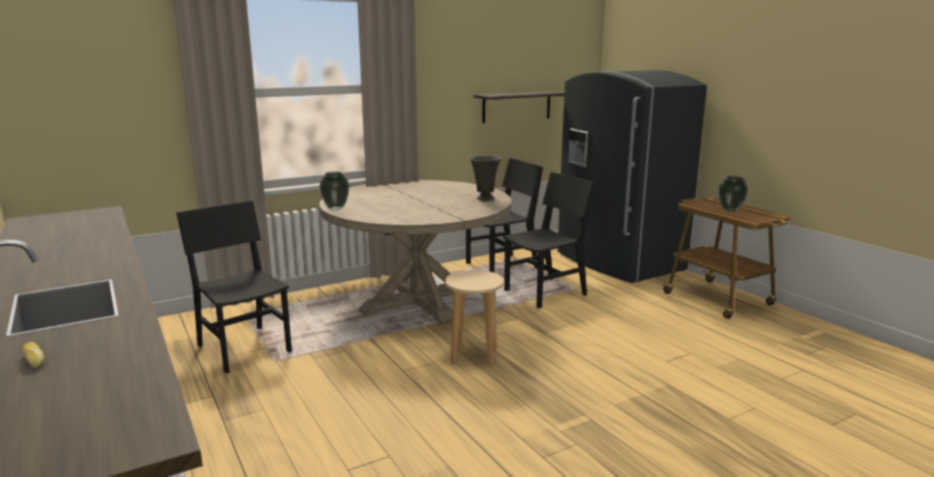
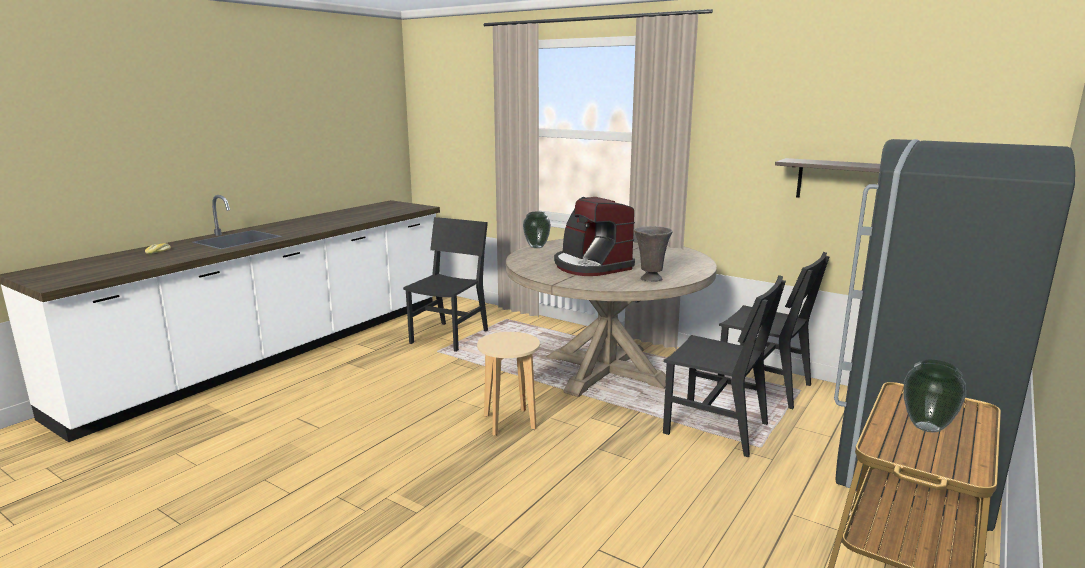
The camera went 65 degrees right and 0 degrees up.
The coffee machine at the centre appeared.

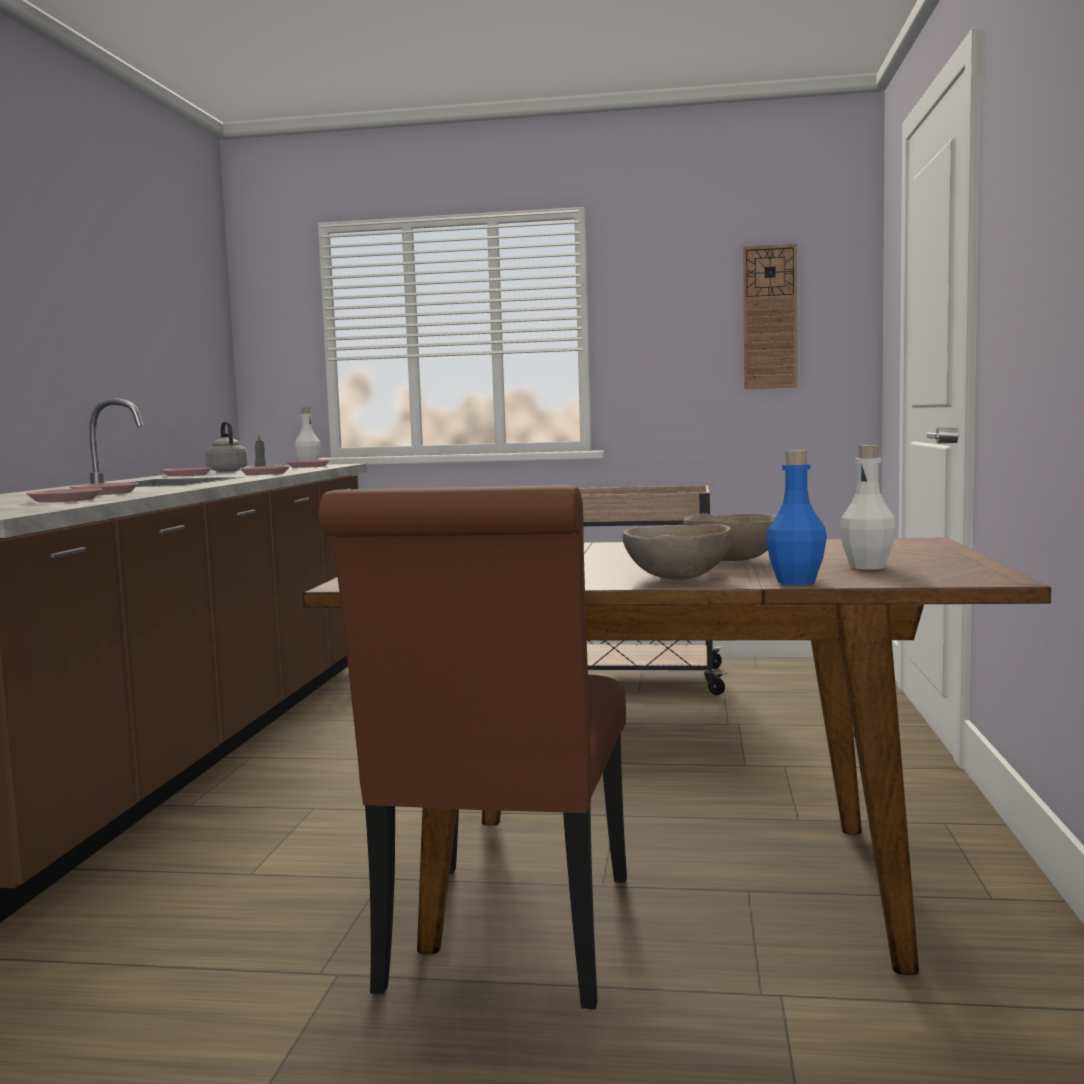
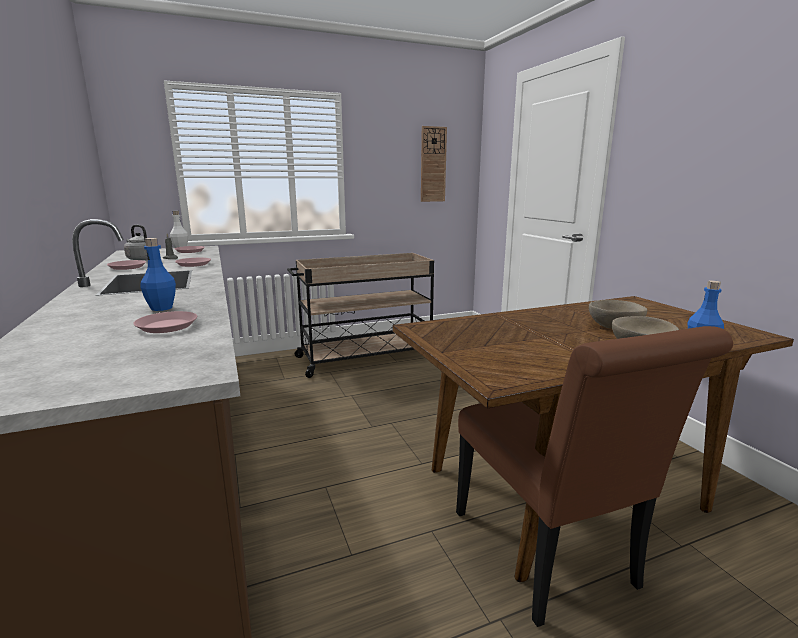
The camera went 30 degrees left and 10 degrees up.
The plate in pink (no. 2 from left) at the middle left was replaced by the bottle in blue (no. 1 from left) at the middle left.
The bottle in white (no. 2 from left) at the middle right disappeared.

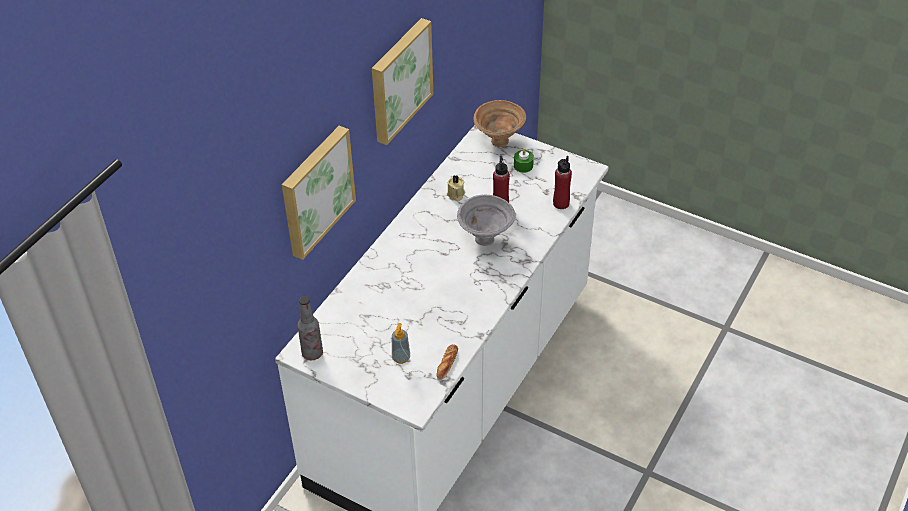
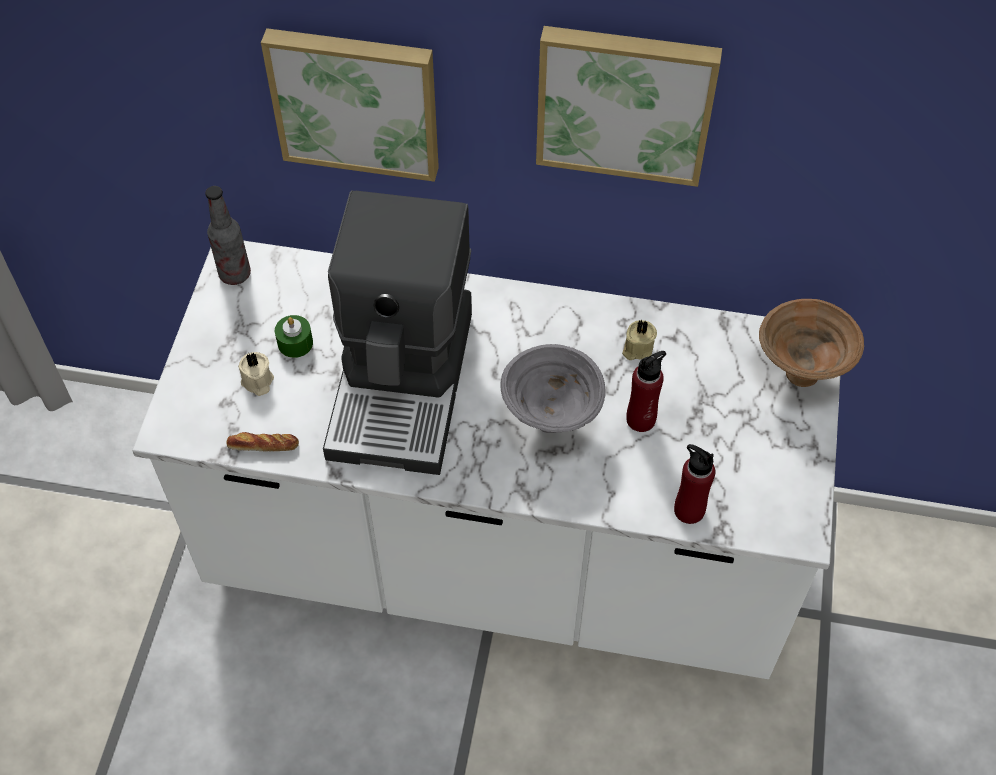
The camera went 70 degrees right and 10 degrees up.
The soap dispenser at the bottom centre was replaced by the candle in beige (no. 1 from left) at the middle left.
The candle in green moved from the top centre to the middle left.
The coffee machine at the centre appeared.

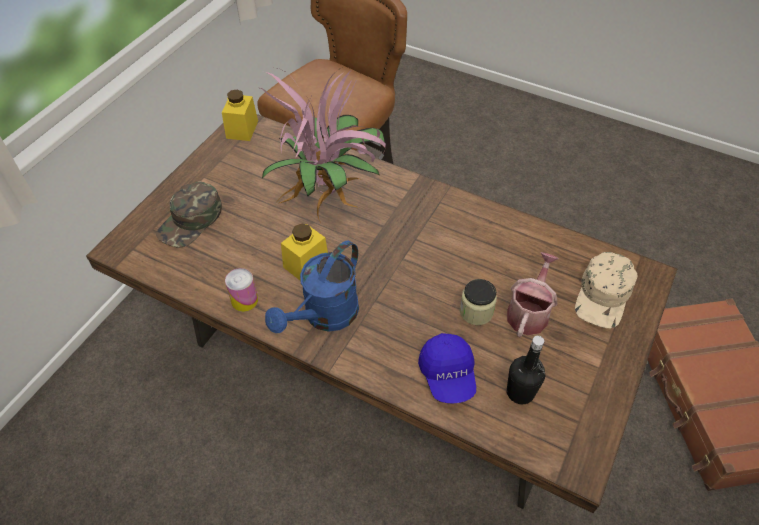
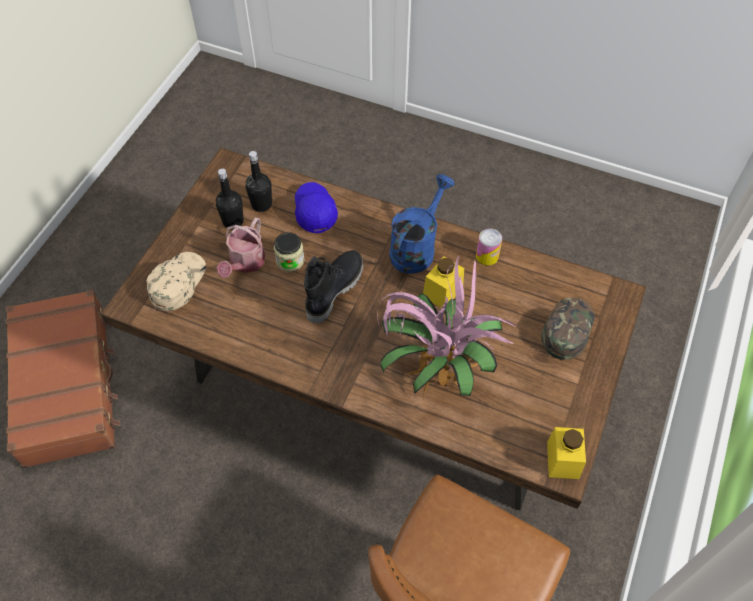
The camera went 175 degrees right and 5 degrees up.
The bottle in black (no. 1 from left) at the top left appeared.
The boot in black at the centre appeared.

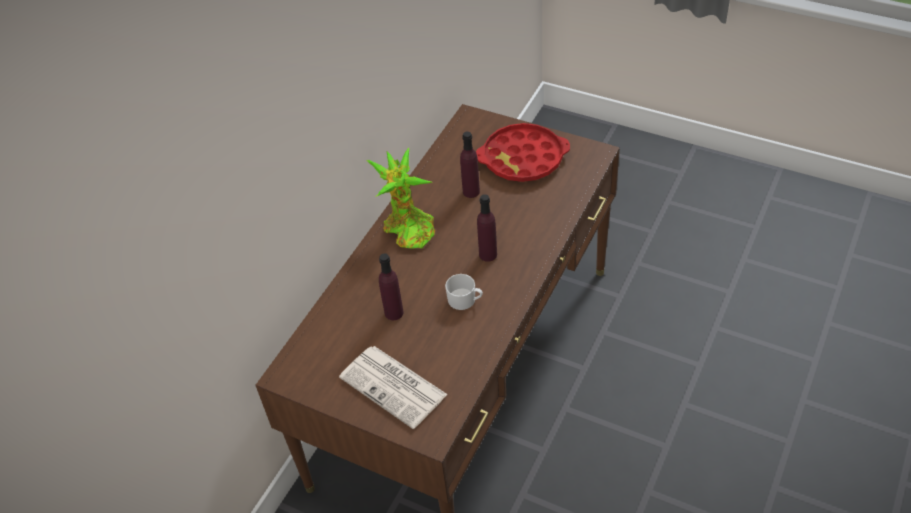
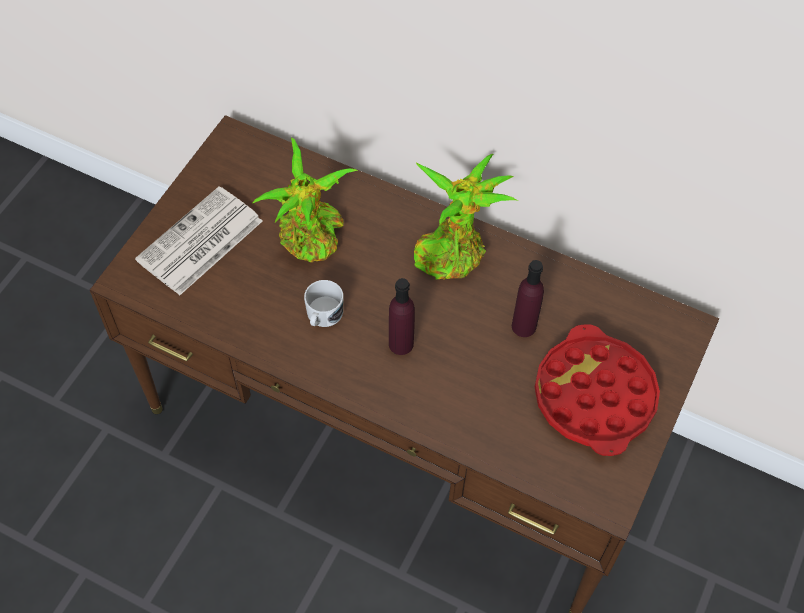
The camera went 85 degrees right and 10 degrees up.
The bottle in purple (no. 1 from left) at the centre was replaced by the potted plant (no. 1 from left) at the top centre.

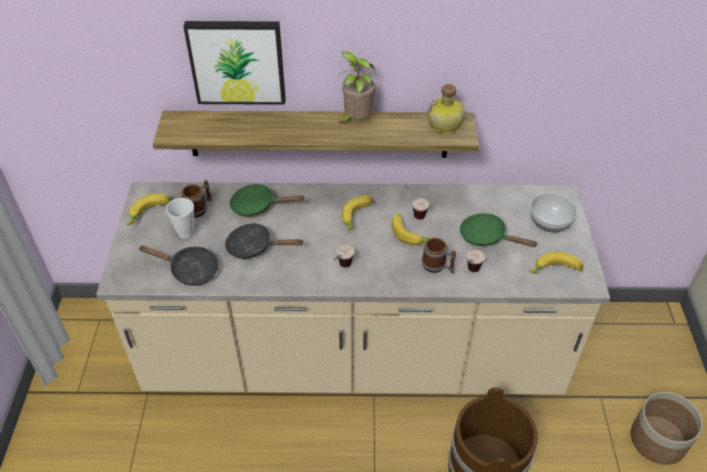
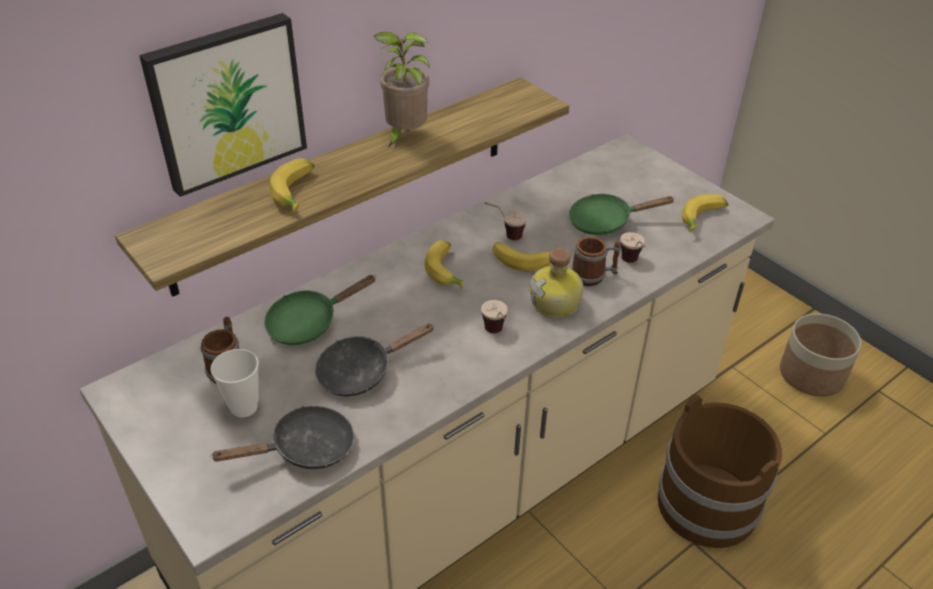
The camera went 40 degrees left and 5 degrees down.
The banana (no. 1 from left) moved from the middle left to the top left.
The bottle moved from the top centre to the centre.
The bowl at the middle right disappeared.

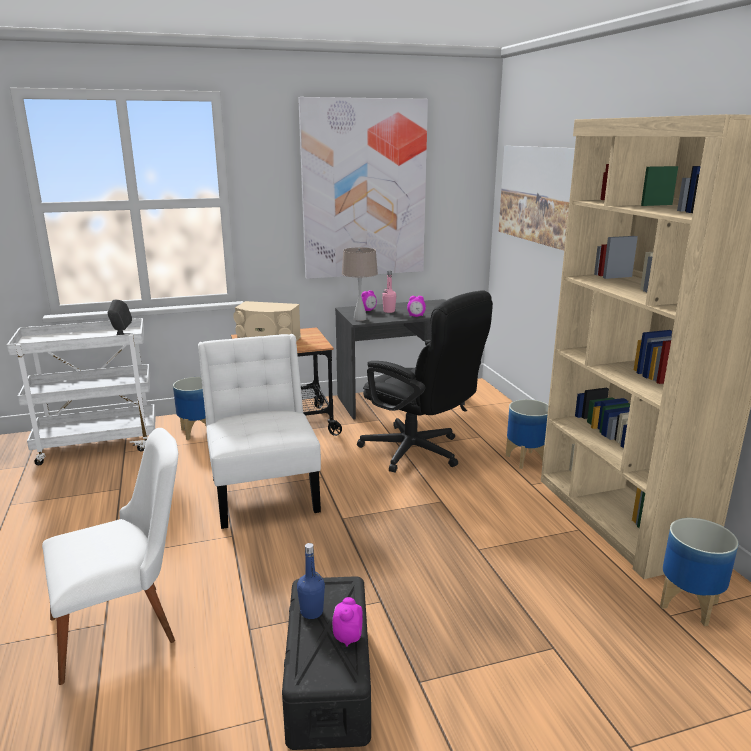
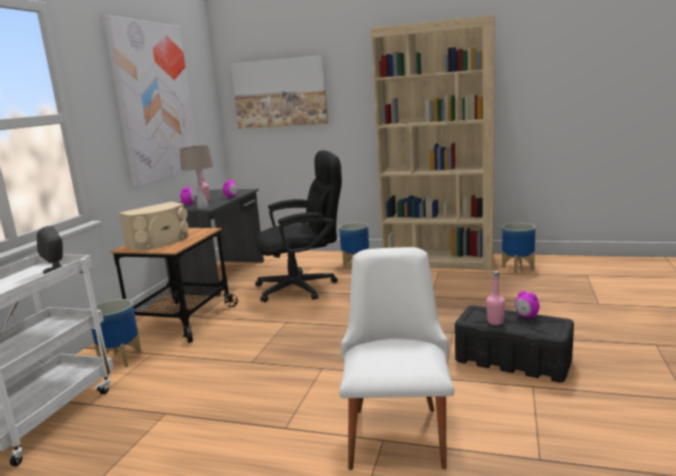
The camera went 55 degrees left and 5 degrees down.
The bottle in blue at the bottom centre became the bottle in pink (no. 2 from left) at the middle right.
The chair in white (no. 2 from left) at the centre disappeared.

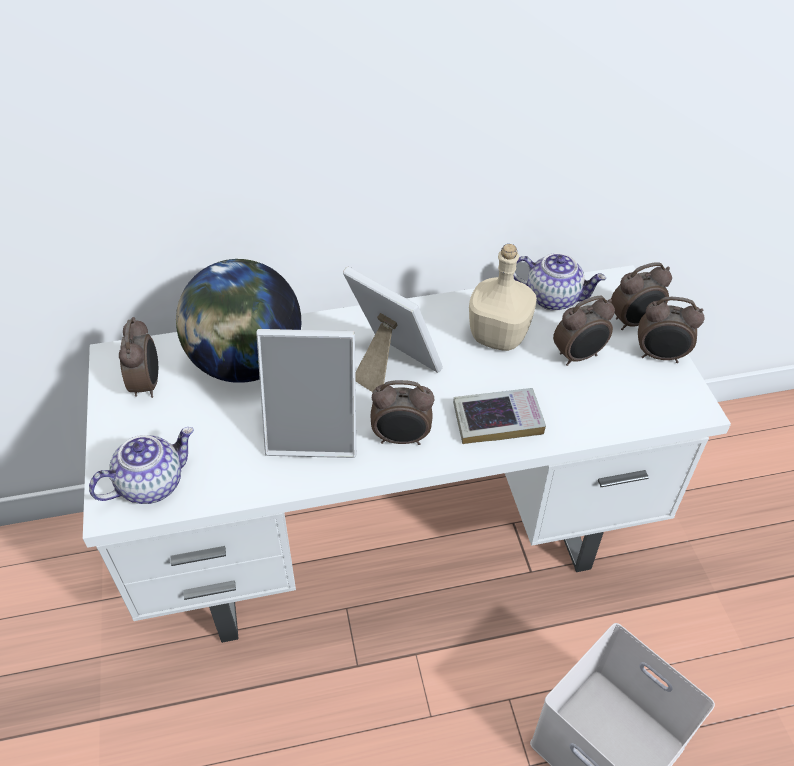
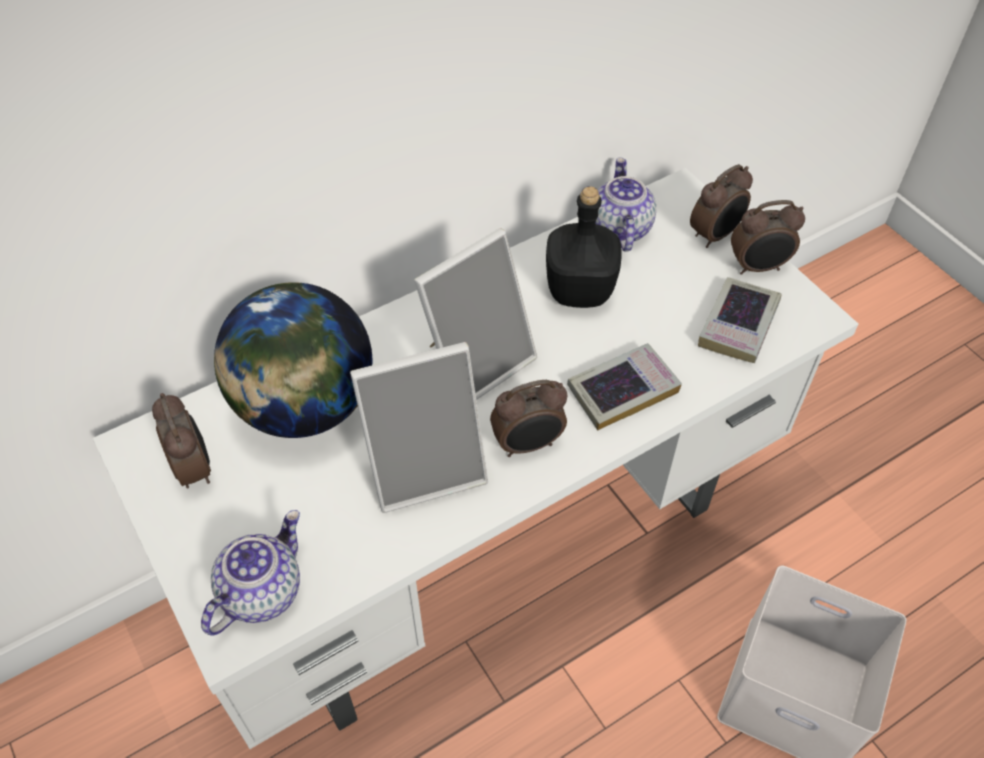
The camera went 20 degrees left and 5 degrees up.
The picture frame (no. 2 from left) at the centre turned 120 degrees clockwise.
The bottle in beige at the centre became the bottle in black at the top centre.
The teapot (no. 2 from left) at the middle right turned 90 degrees counterclockwise.
The book (no. 2 from left) at the middle right appeared.
The alarm clock (no. 3 from left) at the middle right disappeared.

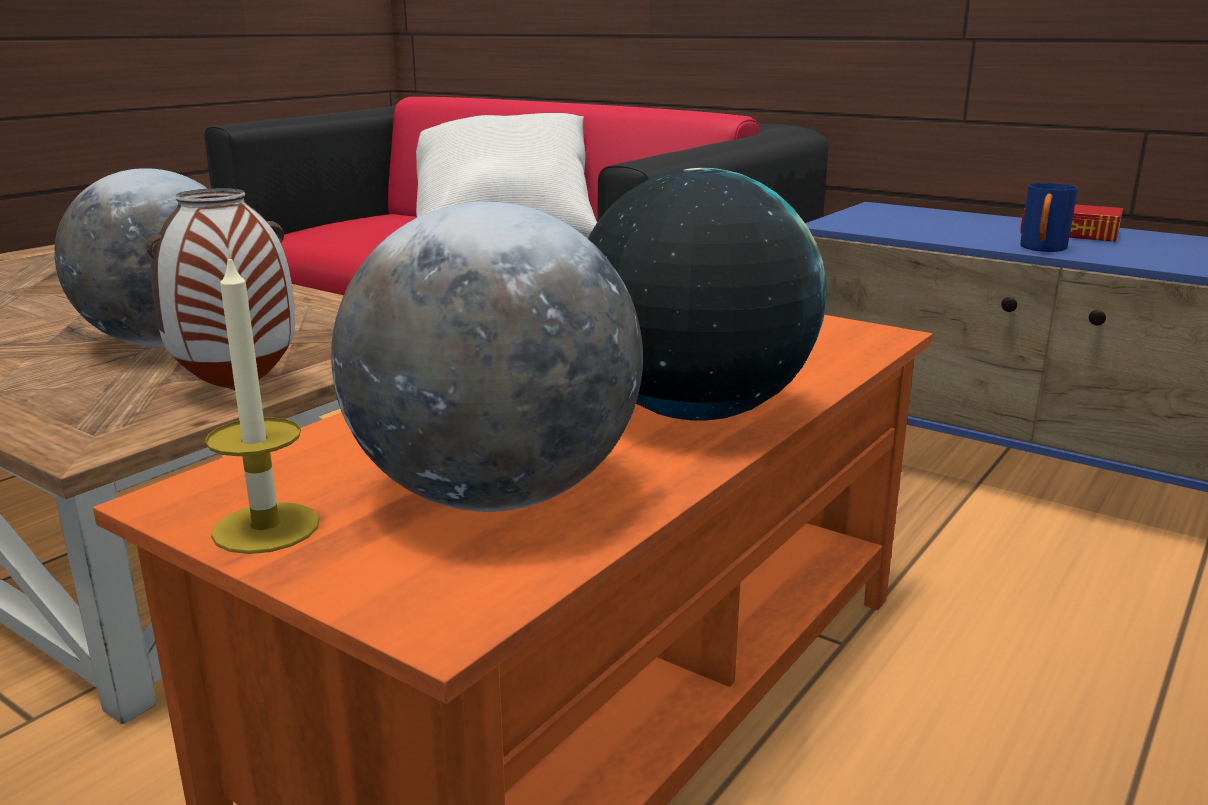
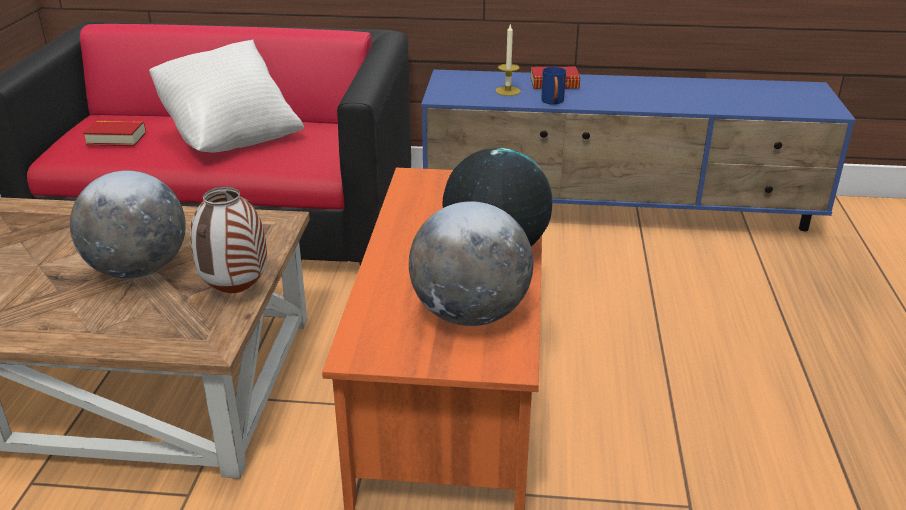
The camera went 30 degrees left and 10 degrees up.
The book (no. 1 from left) at the top left appeared.
The candle moved from the middle left to the top centre.

